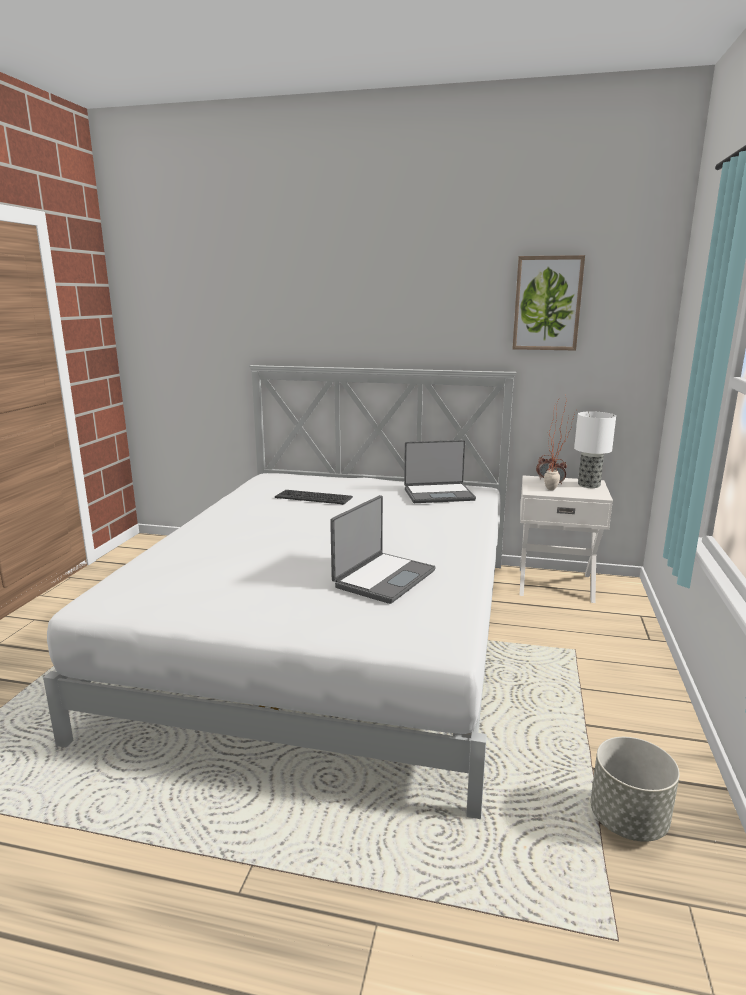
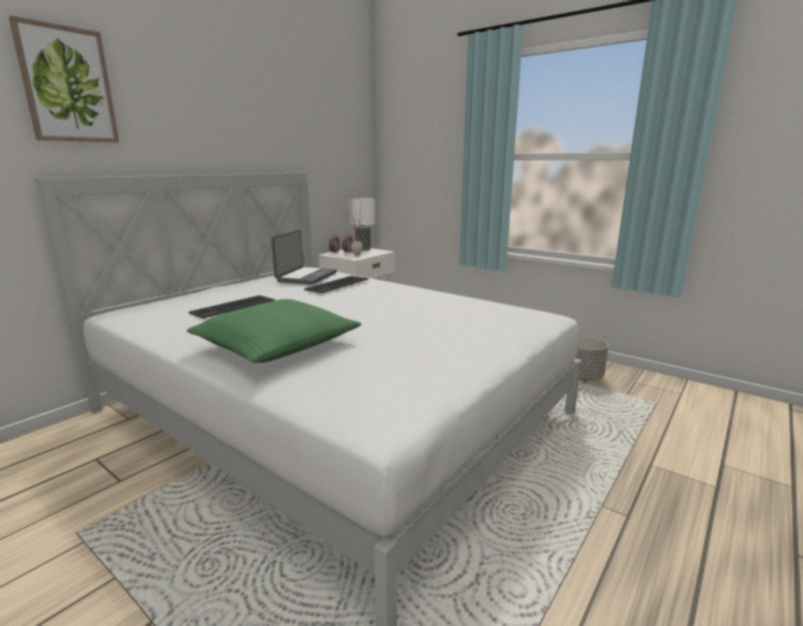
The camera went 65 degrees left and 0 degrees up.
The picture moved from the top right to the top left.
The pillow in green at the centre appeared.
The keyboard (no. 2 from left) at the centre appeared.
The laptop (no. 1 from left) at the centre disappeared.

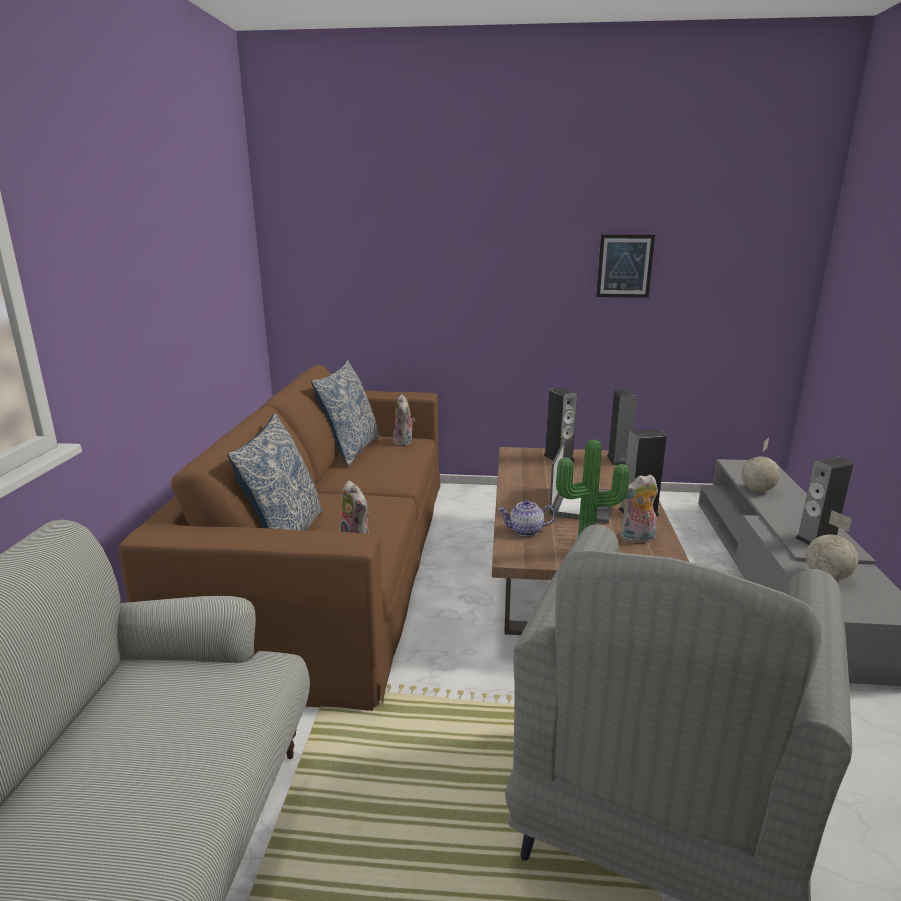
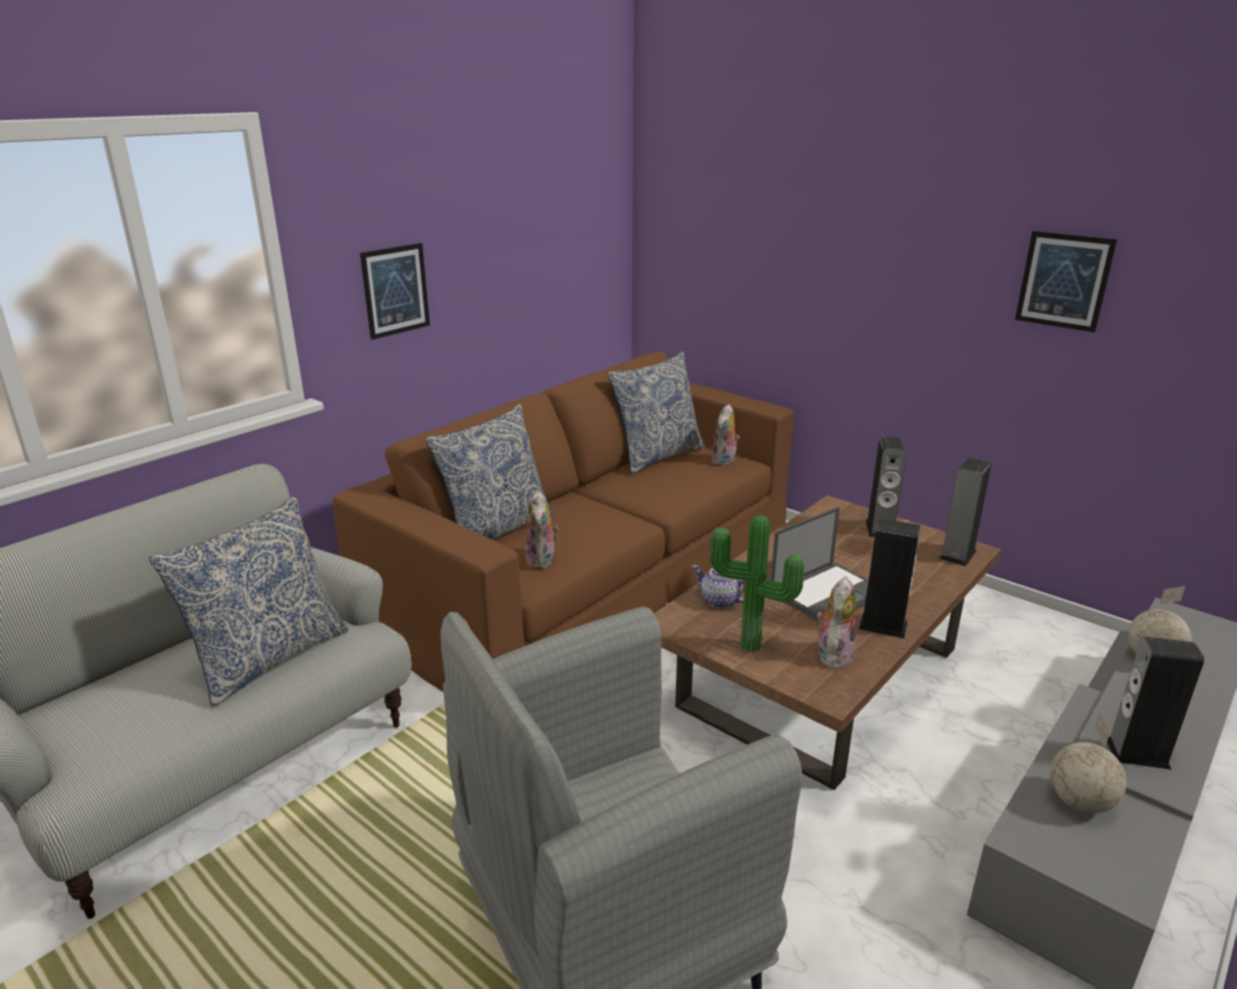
The camera went 35 degrees right and 5 degrees up.
The pillow (no. 1 from left) at the middle left appeared.
The picture (no. 1 from left) at the top left appeared.
The plush toy (no. 3 from left) at the middle right turned 90 degrees clockwise.

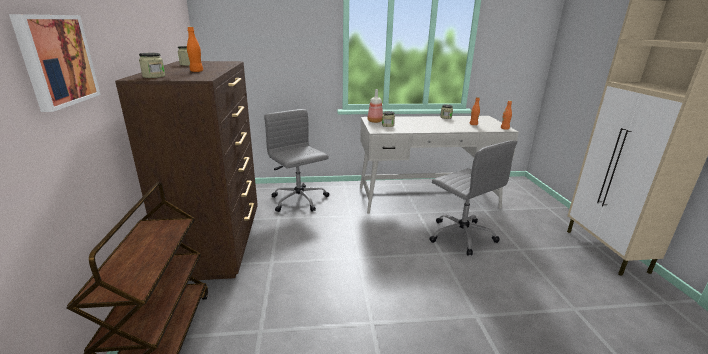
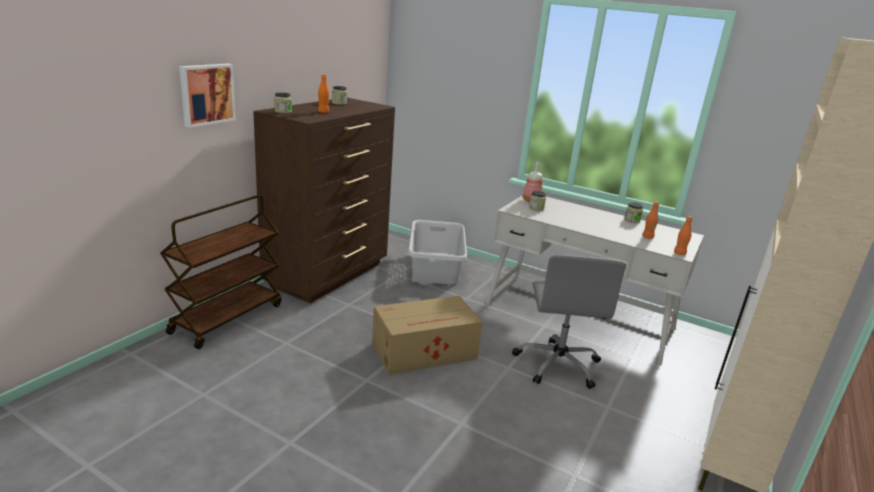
The camera went 35 degrees right and 0 degrees up.
The cardboard box at the bottom centre appeared.
The office chair in grey (no. 1 from left) at the centre was replaced by the laundry basket in grey at the centre.

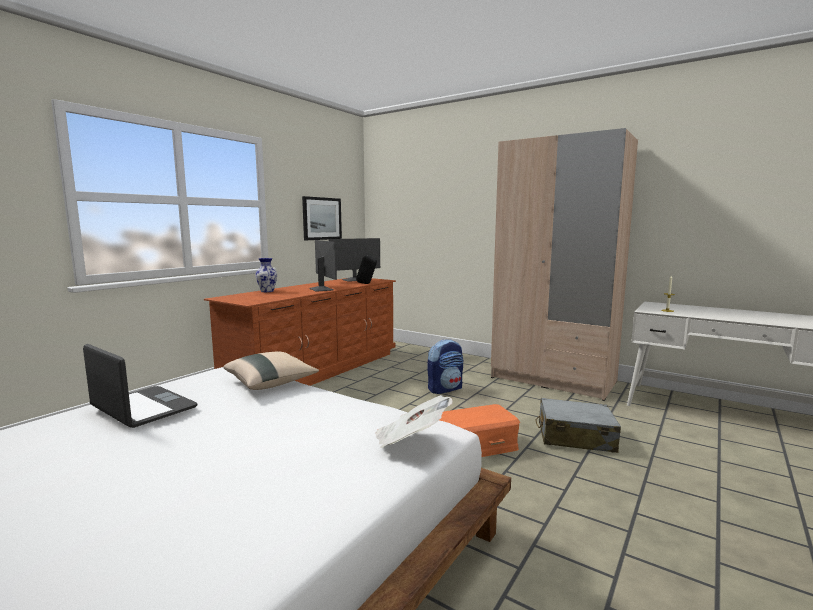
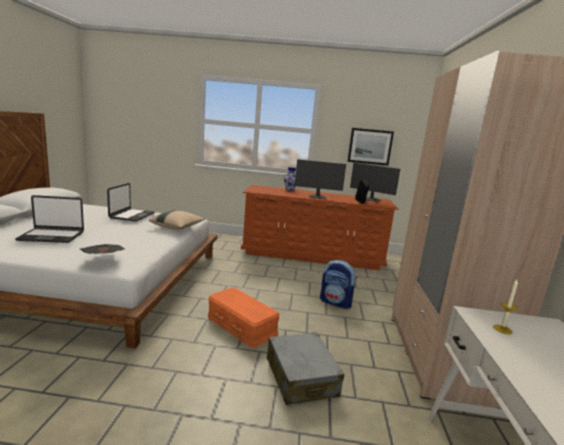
The camera went 60 degrees right and 5 degrees up.
The laptop (no. 1 from left) at the middle left appeared.
The monitor (no. 1 from left) at the centre turned 60 degrees clockwise.

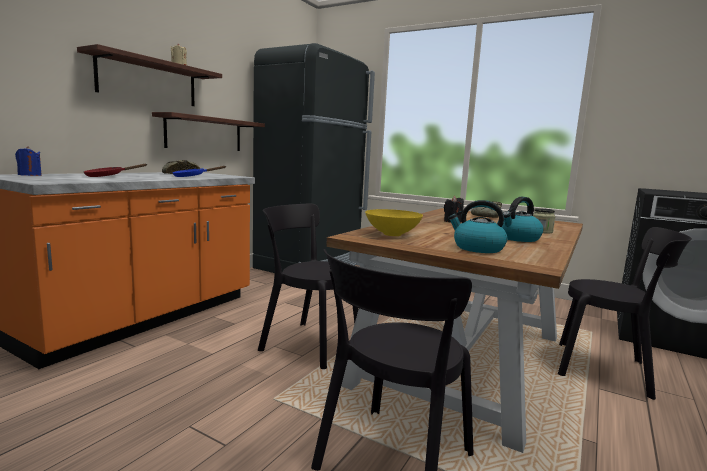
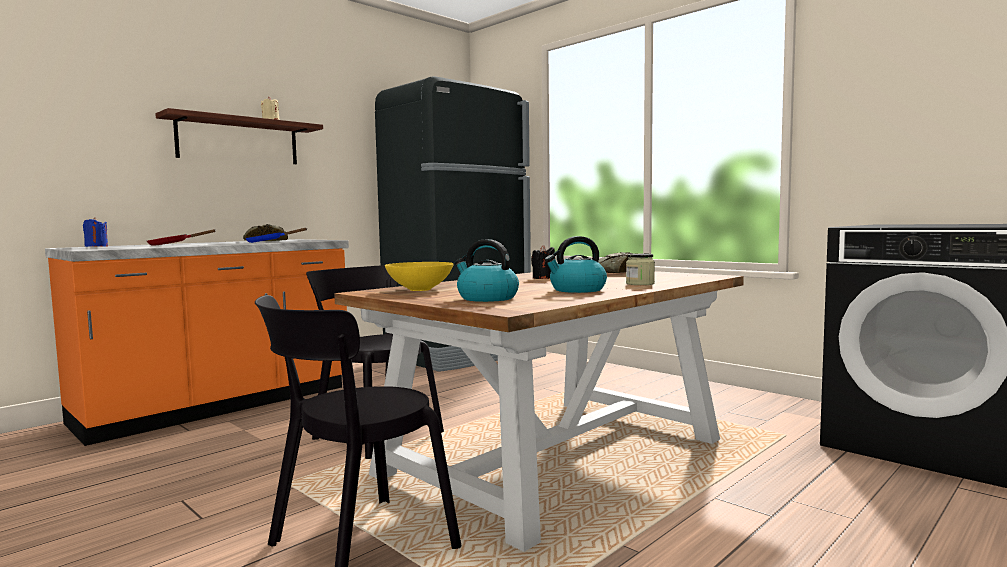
The camera went 15 degrees right and 5 degrees down.
The shelf (no. 2 from left) at the top left disappeared.
The chair in black (no. 3 from left) at the middle right disappeared.

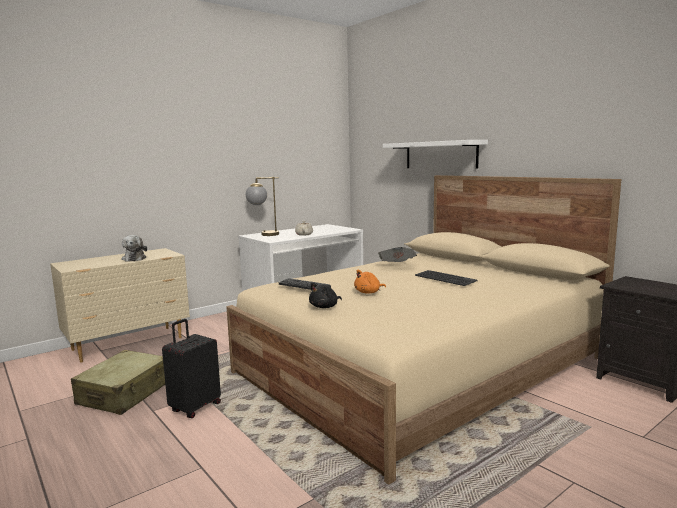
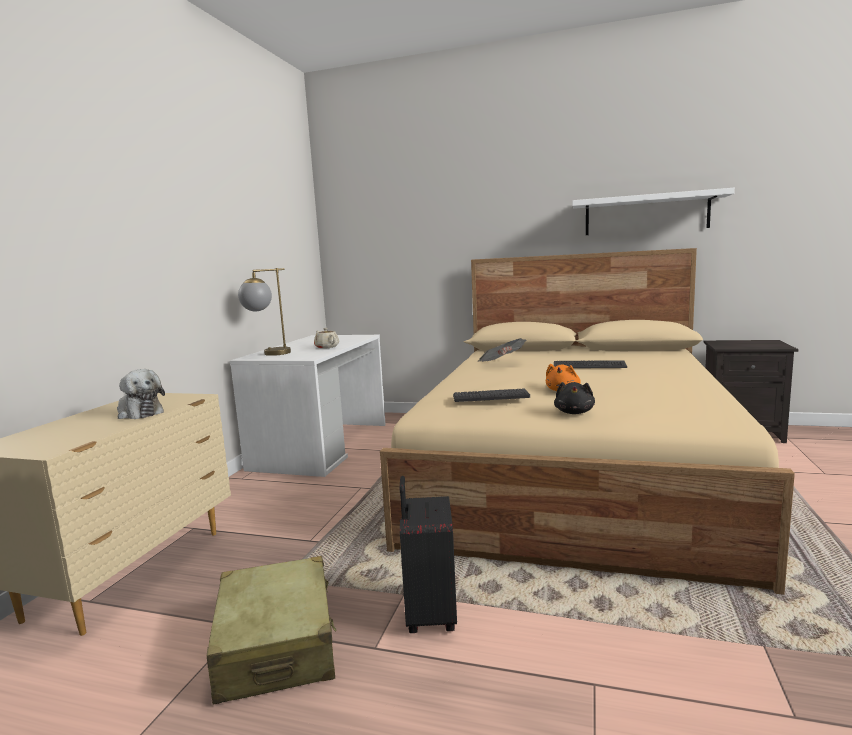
The camera went 35 degrees left and 0 degrees up.
The shelf in white moved from the top centre to the top right.

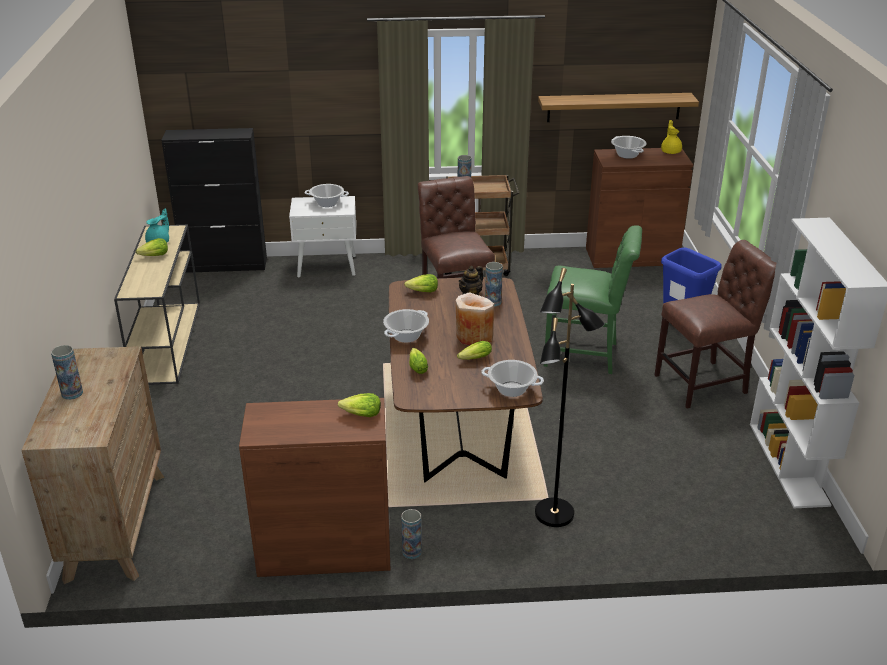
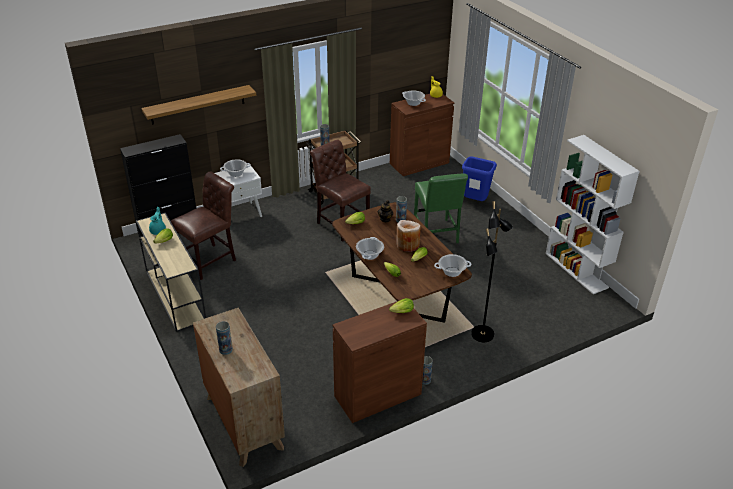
The camera went 25 degrees left and 5 degrees up.
The shelf moved from the top right to the top left.
The chair in brown (no. 2 from left in the first image) moved from the middle right to the middle left.
The chair in green at the middle right turned 90 degrees clockwise.

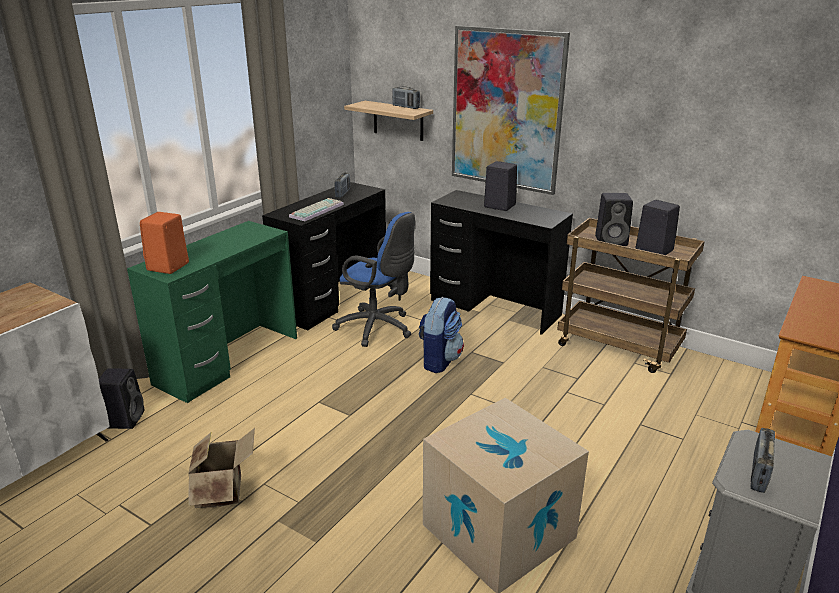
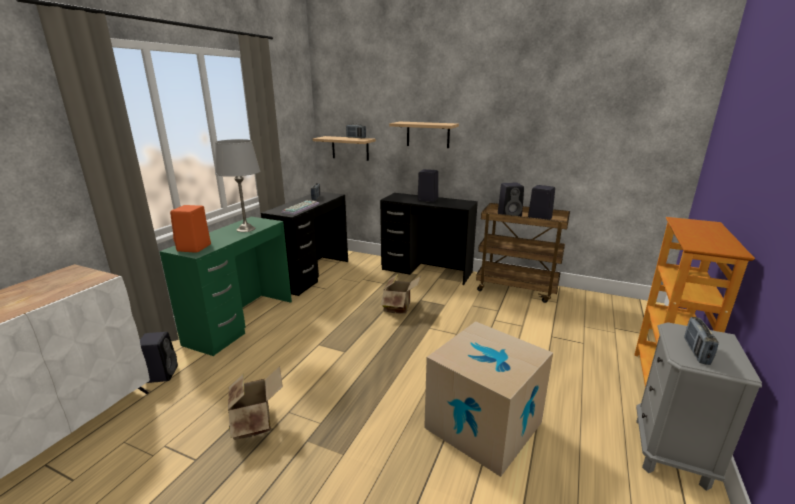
The camera went 10 degrees left and 5 degrees down.
The table lamp in grey at the middle left appeared.
The backpack at the centre was replaced by the cardboard box (no. 2 from left) at the centre.
The picture at the top centre was replaced by the shelf (no. 2 from left) at the top centre.
The office chair in blue at the centre disappeared.

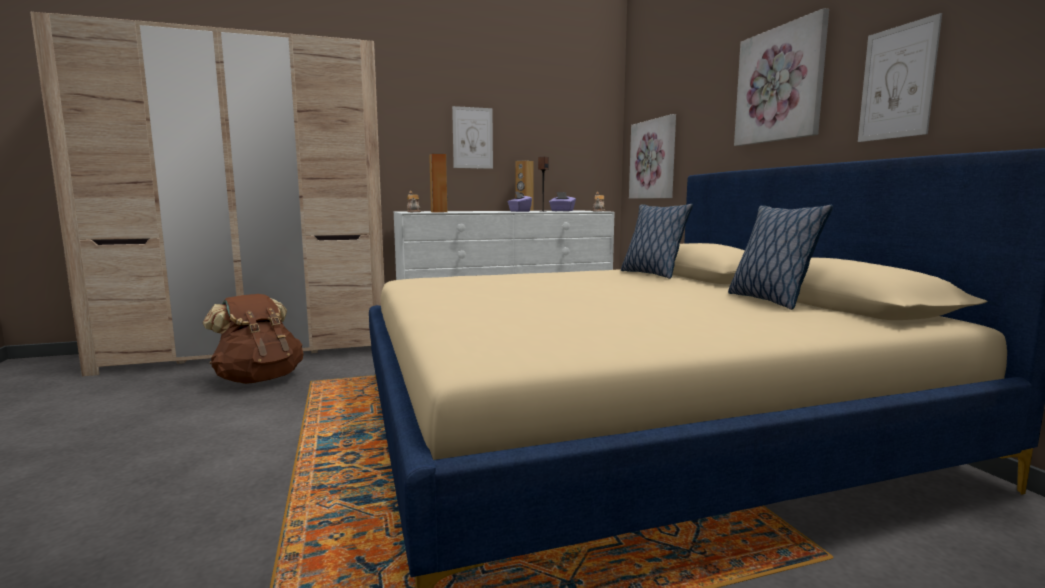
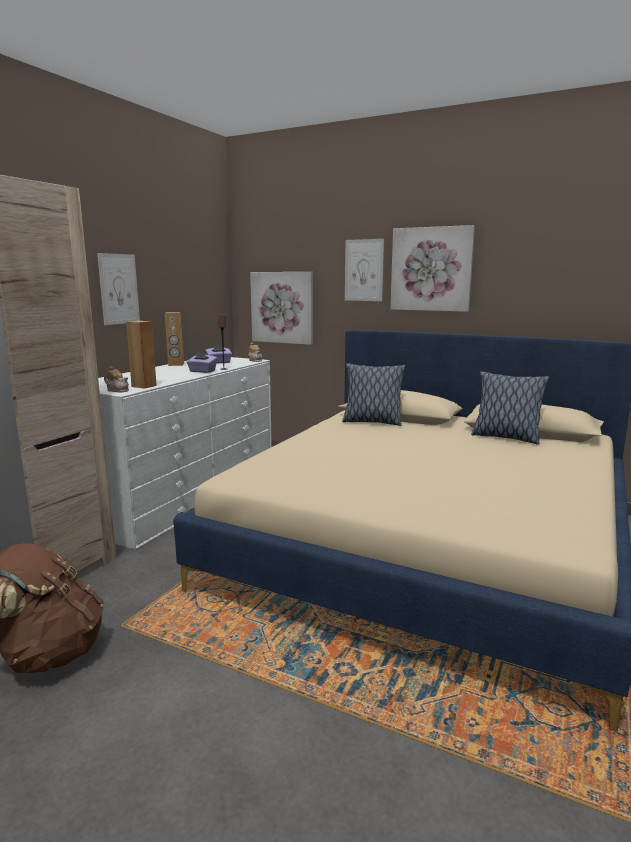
The camera went 45 degrees left and 5 degrees up.
The picture (no. 4 from left in the first image) moved from the top right to the top centre.

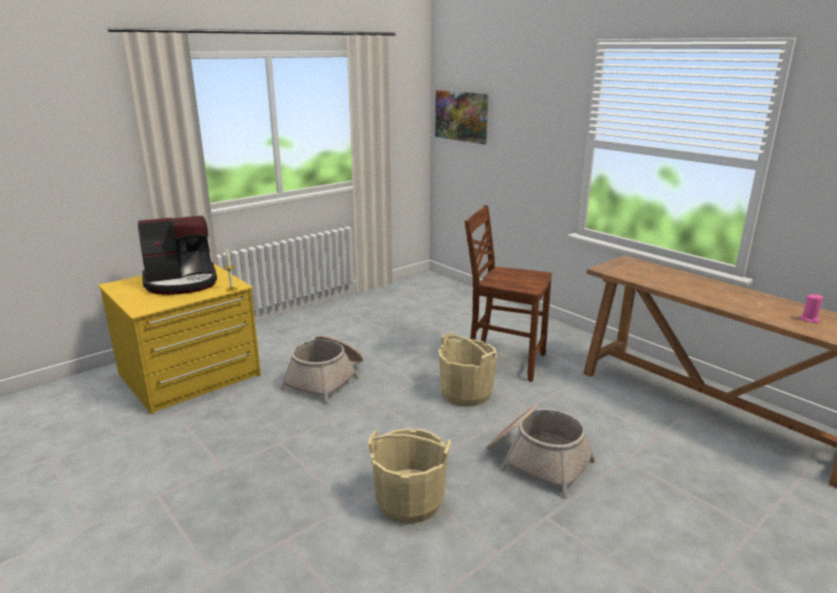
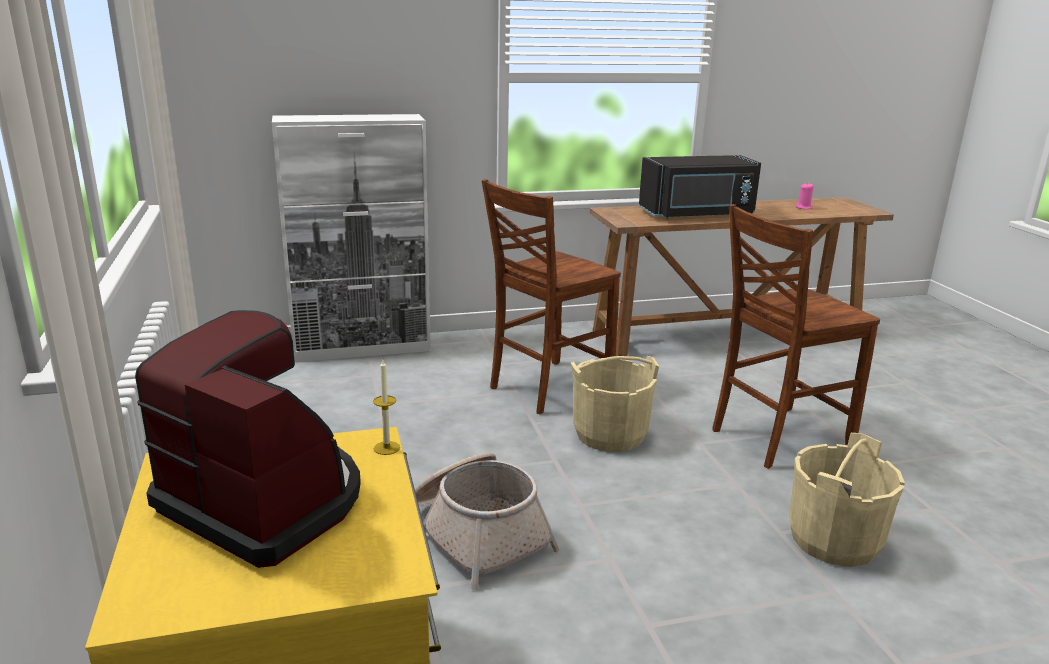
The camera went 65 degrees left and 0 degrees up.
The coffee machine at the middle left turned 60 degrees counterclockwise.
The cabinet in white at the centre appeared.
The microwave in black at the top right appeared.
The basket (no. 2 from left) at the bottom centre was replaced by the chair in brown (no. 2 from left) at the middle right.
The picture at the top centre disappeared.

